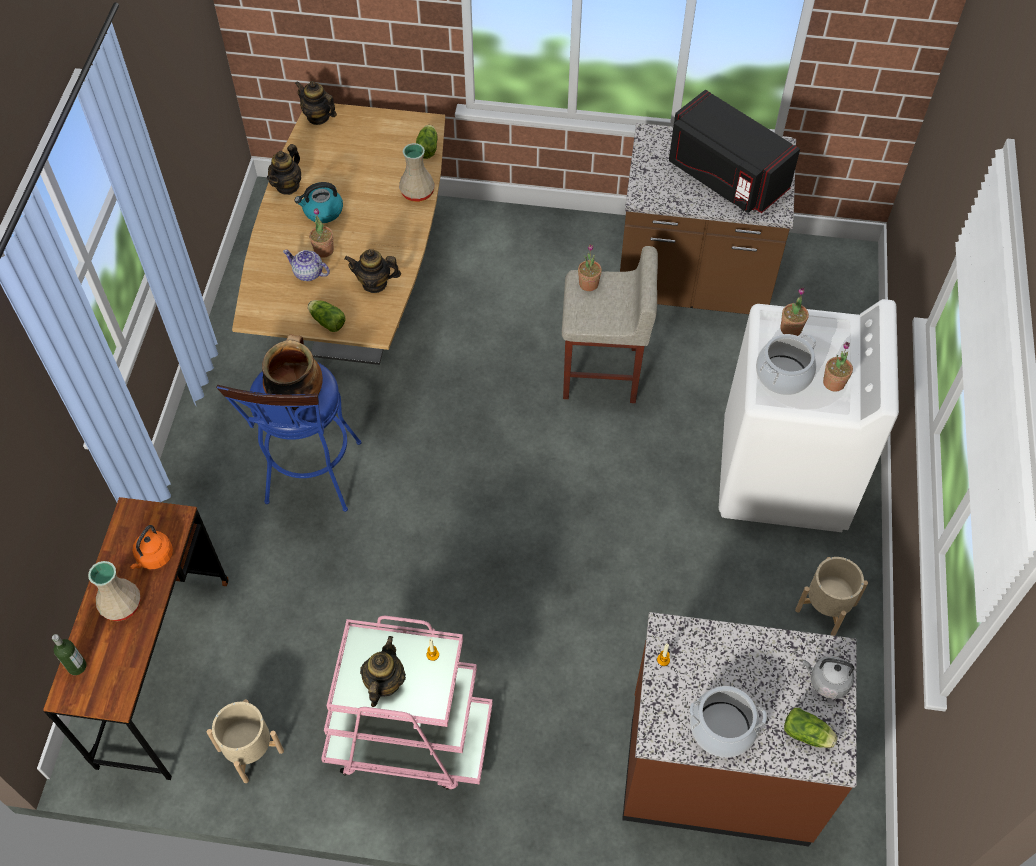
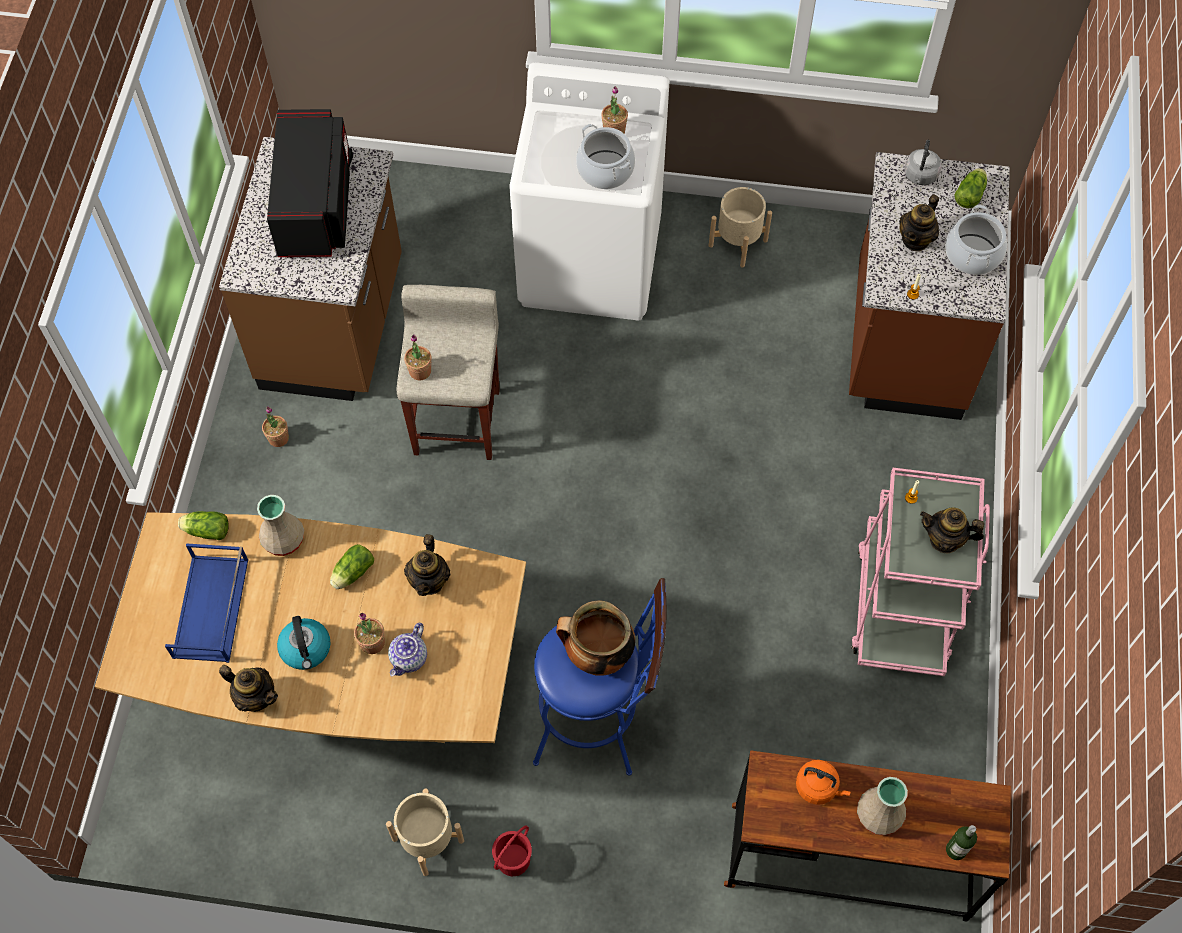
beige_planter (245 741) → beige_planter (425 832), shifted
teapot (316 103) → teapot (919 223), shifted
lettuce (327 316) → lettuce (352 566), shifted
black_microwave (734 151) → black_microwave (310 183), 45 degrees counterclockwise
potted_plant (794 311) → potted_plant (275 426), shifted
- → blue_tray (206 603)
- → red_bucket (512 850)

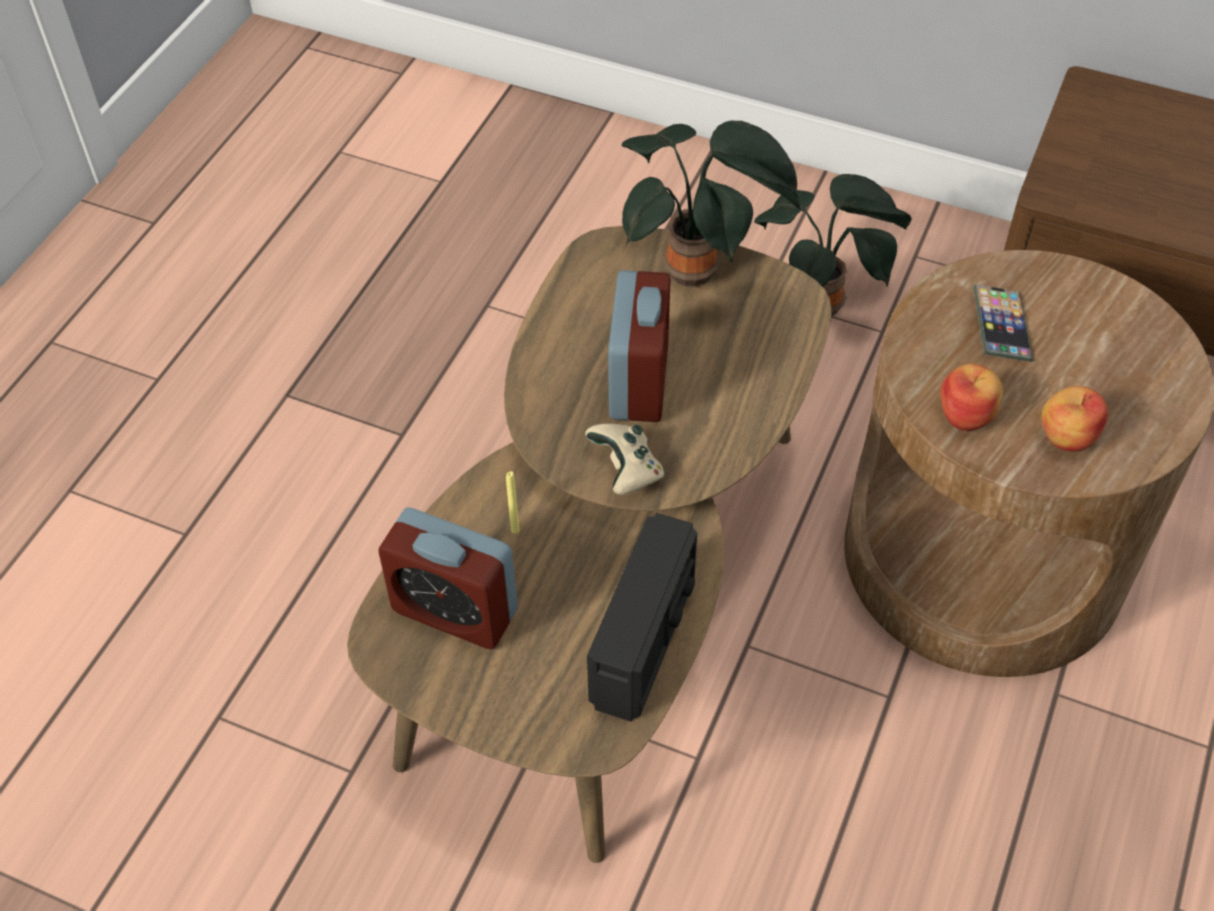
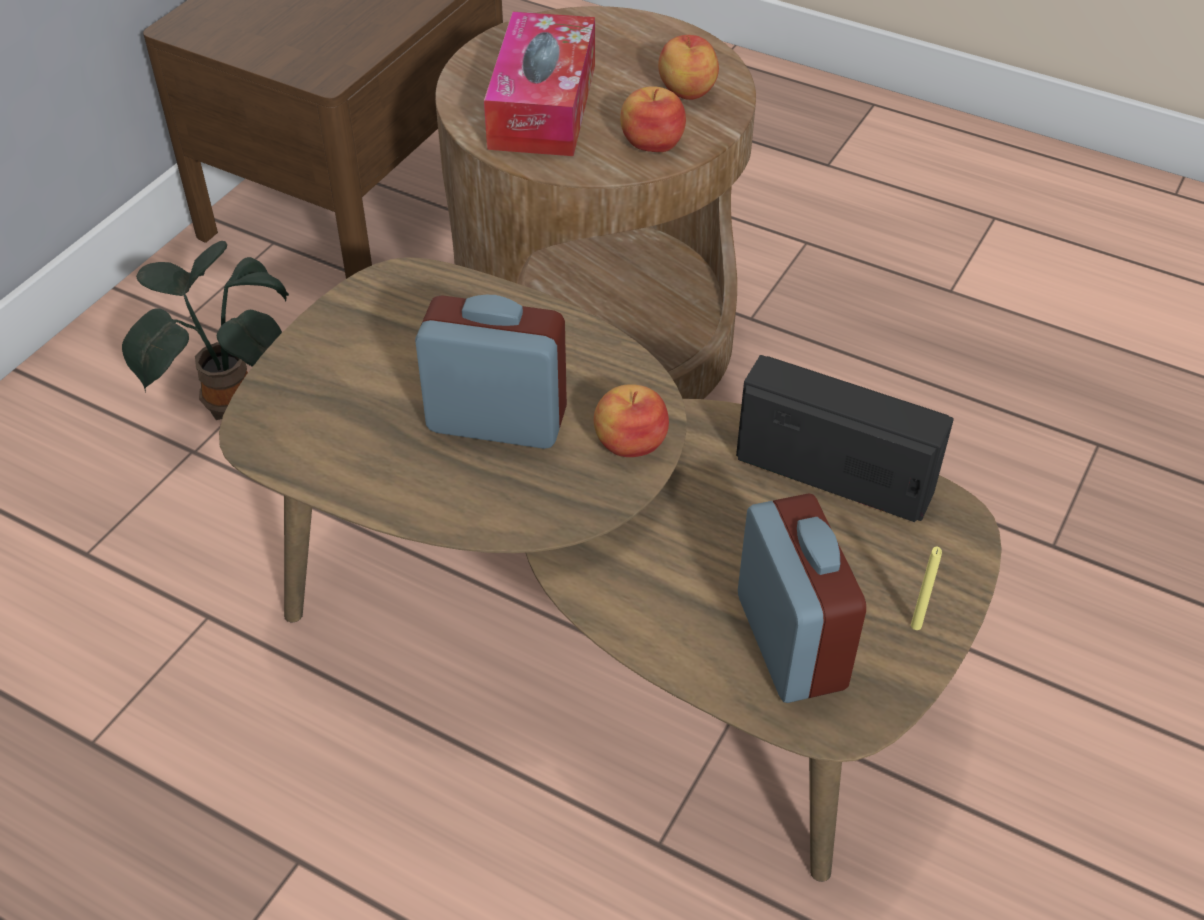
alarm_clock (448 578) → alarm_clock (802 598), 45 degrees counterclockwise
yellow_candle (513 502) → yellow_candle (926 588), shifted
beige_game_controller (624 459) → apple (631 420)
potted_plant (711 204) → -
phone (1003 323) → tissue_box (539 84)

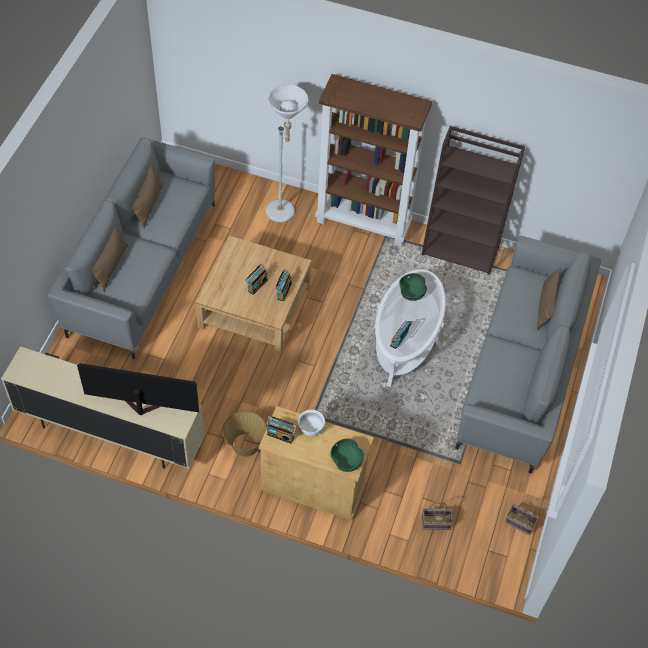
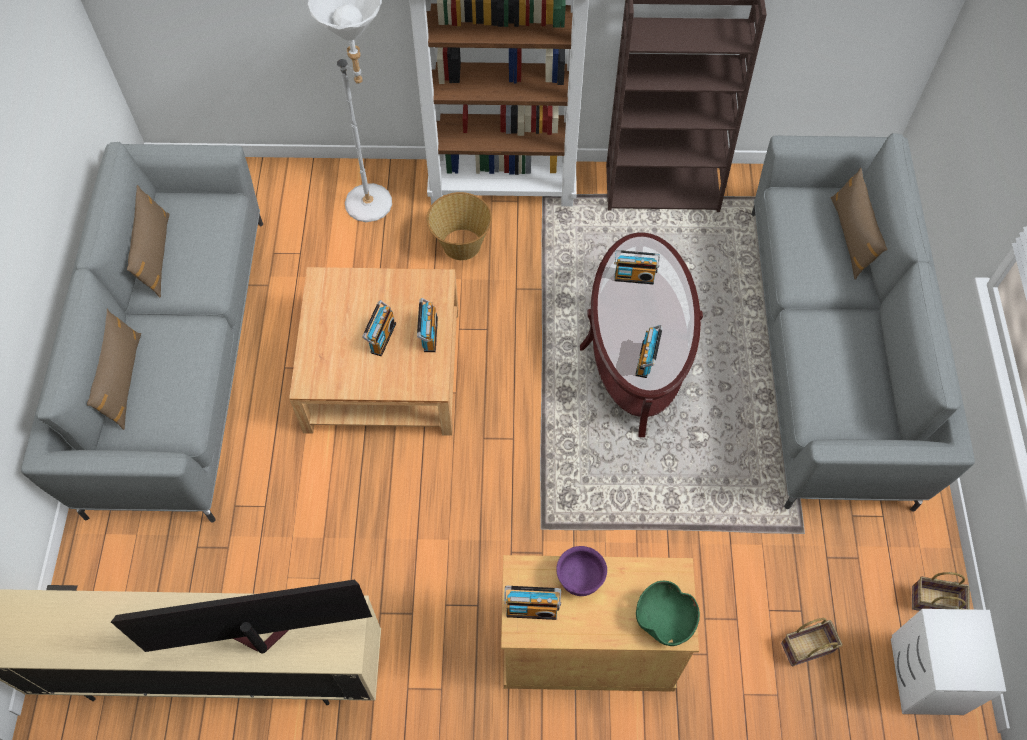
basket (244 434) → basket (459 226), shifted
white_bowl (311 423) → purple_bowl (581 571)
white_coffee_table (409 328) → brown_coffee_table (641 334)
green_bowl (413 287) → radio (637 267)
- → white_nightstand (948 662)

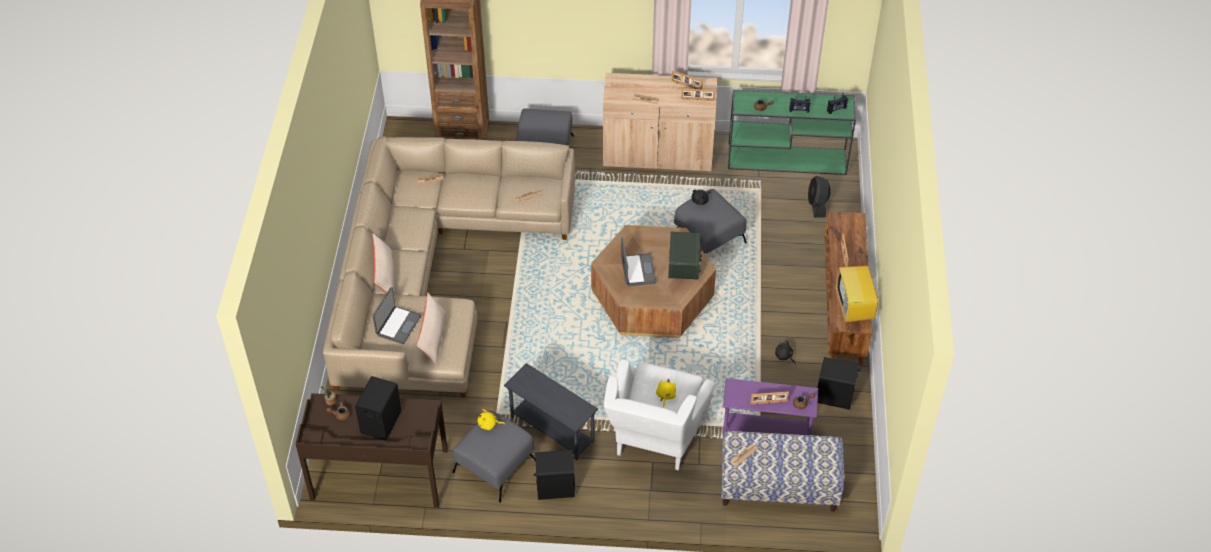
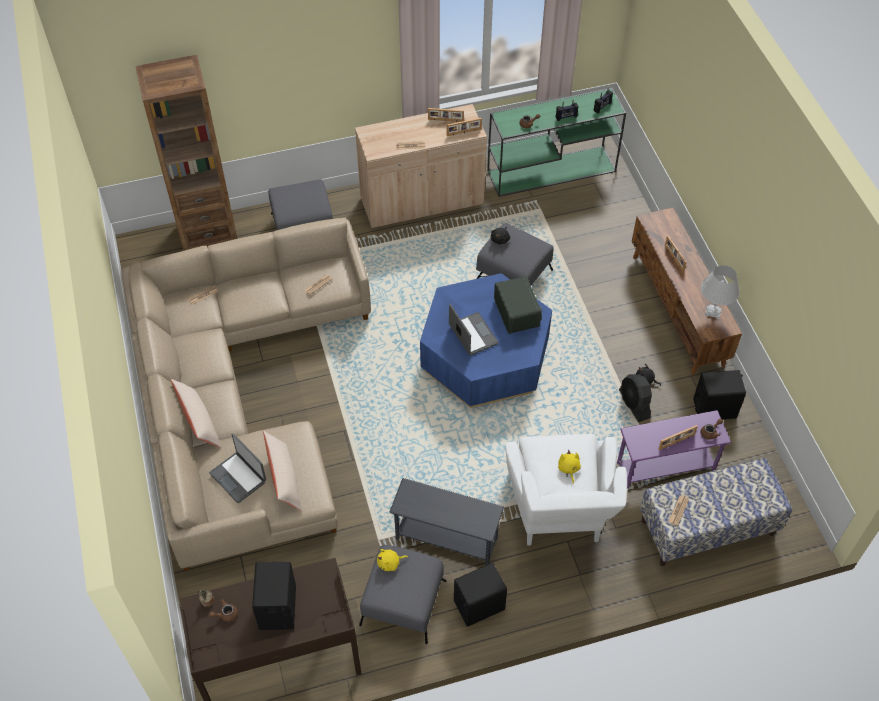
laptop (397 315) → laptop (237 468), 135 degrees clockwise
brown_coffee_table (653 281) → blue_coffee_table (486 340)
black_fan (819 197) → black_fan (635 398), shifted
television (859 294) → white_table_lamp (720 292)

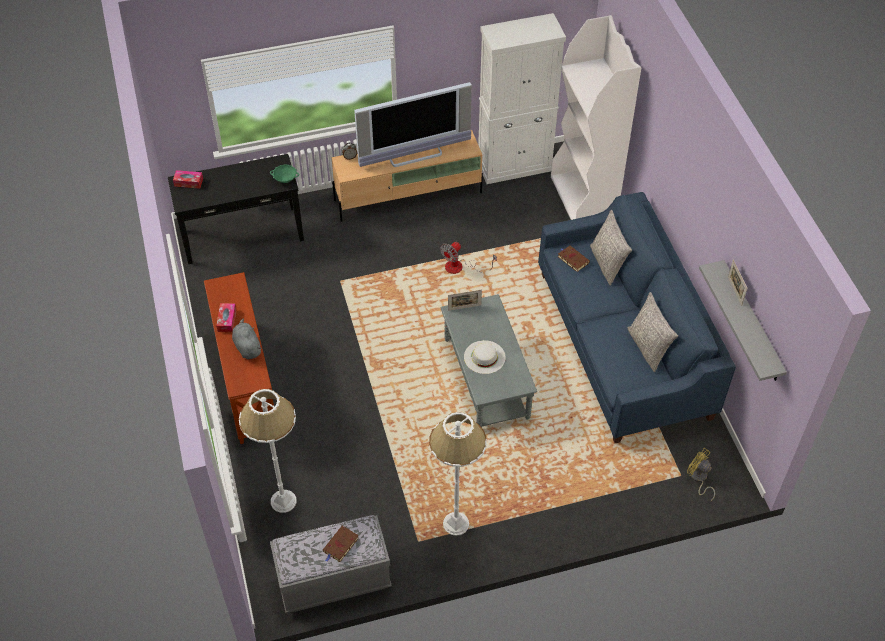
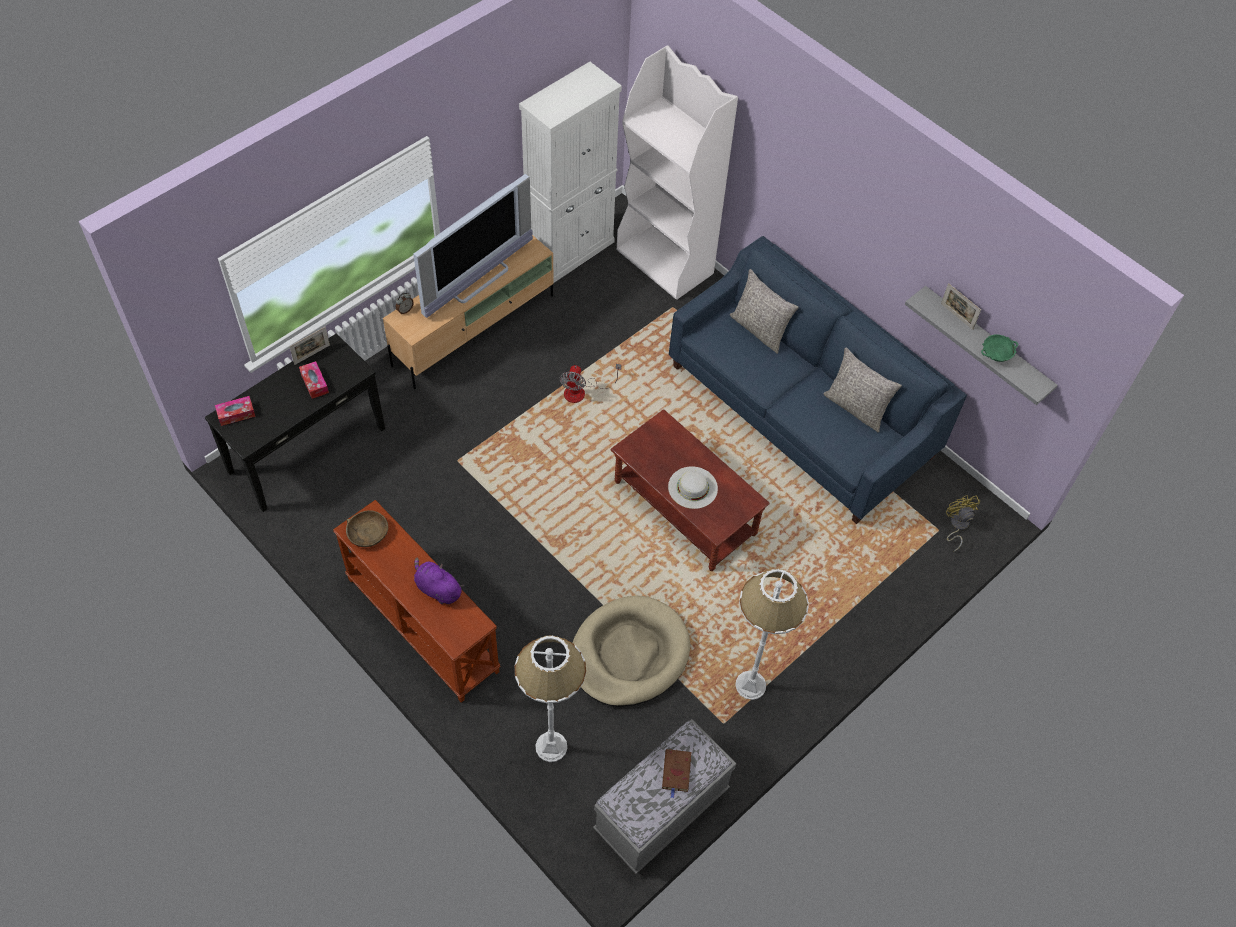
tissue_box (226 317) → tissue_box (314 380), shifted
grey_plush_toy (246 339) → purple_plush_toy (439 581)
green_bowl (284 174) → green_bowl (999 348), shifted
grey_coffee_table (489 361) → brown_coffee_table (690 490)
picture_frame (465 300) → picture_frame (309 346), shifted
brown_book (574 259) → -
yellow_fan (701 474) → yellow_fan (963 523), 60 degrees clockwise
- → brown_bowl (367 528)
- → beige_dog_bed (631 651)

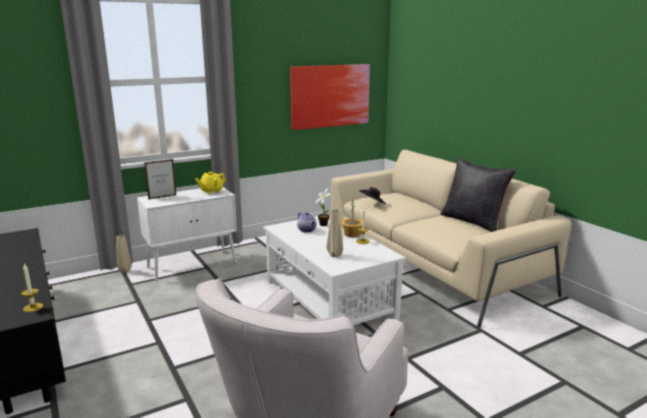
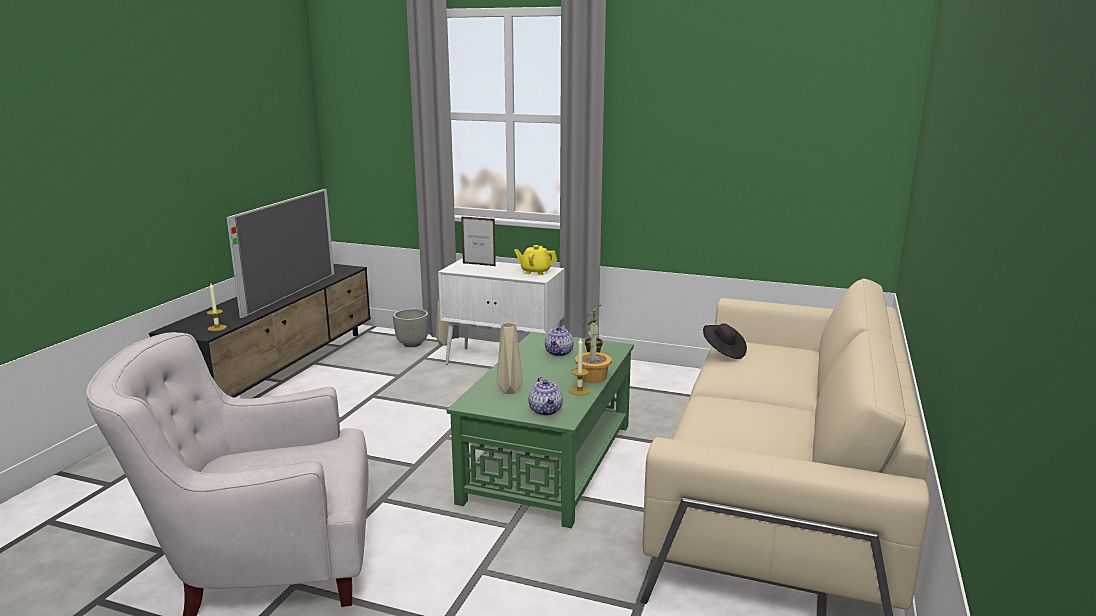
white_coffee_table (335 270) → green_coffee_table (540 430)
picture (330 97) → -
black_pillow (478 195) → -
- → television (280 253)
- → grey_planter (411 328)
- → teapot (545 396)

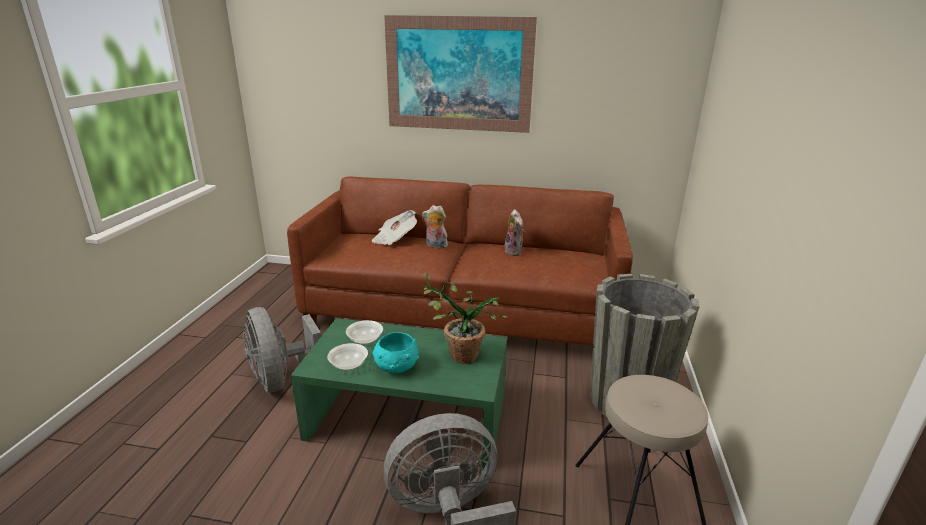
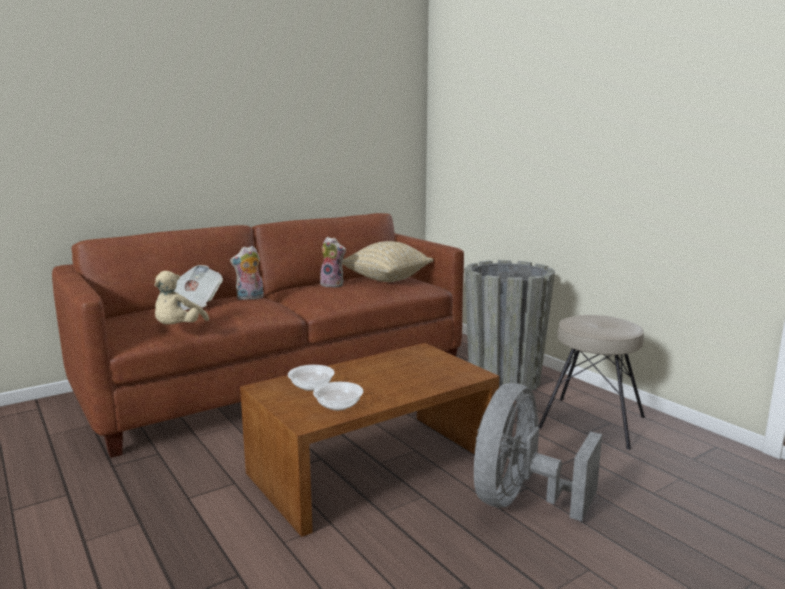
grey_fan (282 349) → -
green_coffee_table (399 393) → brown_coffee_table (370 440)
turquoise_bowl (396 353) → -
picture (460 74) → -
potted_plant (465 318) → -
- → beige_plush_toy (181 298)
- → beige_pillow (387 261)

